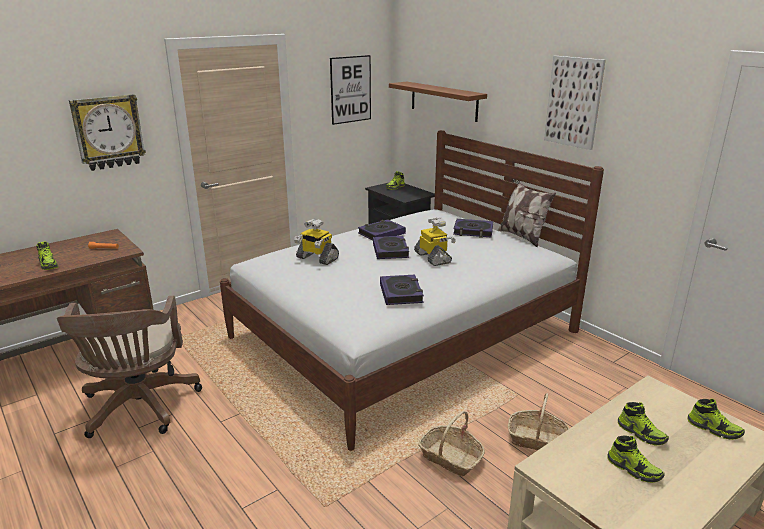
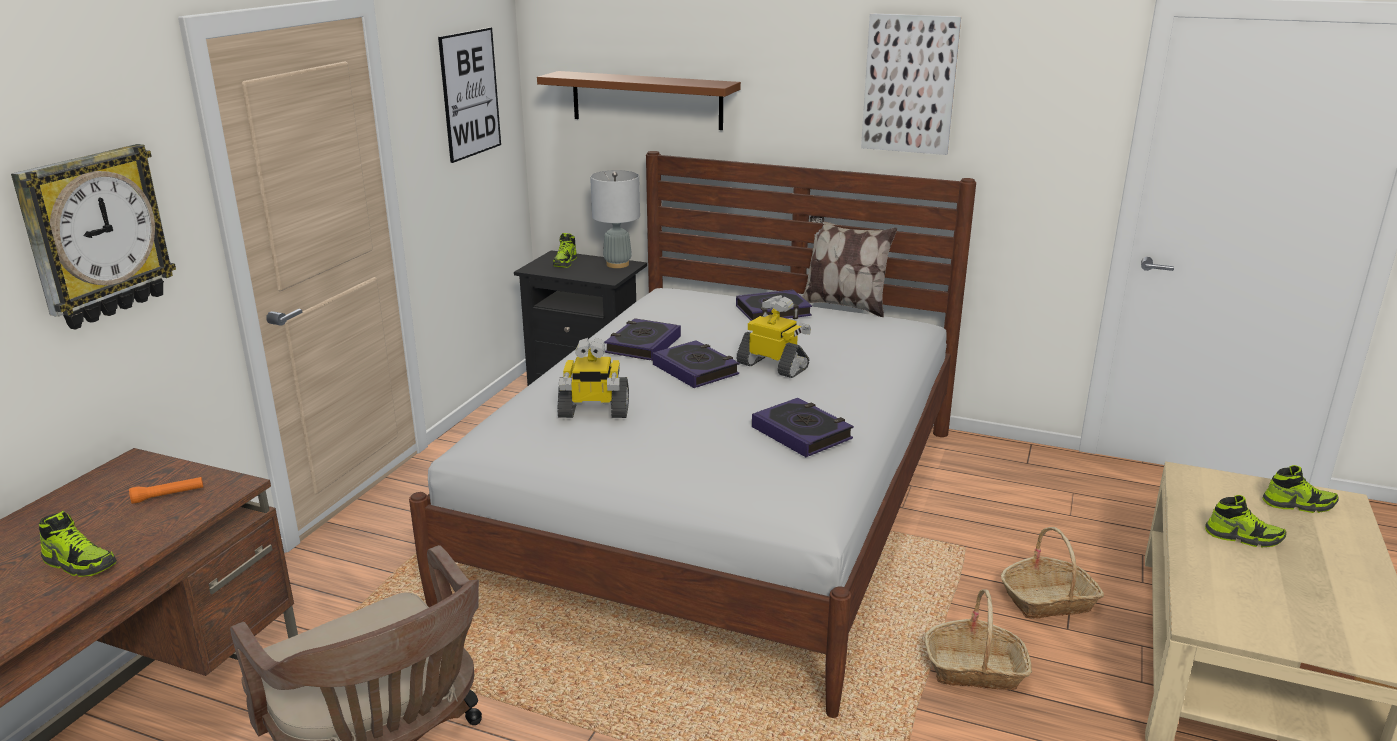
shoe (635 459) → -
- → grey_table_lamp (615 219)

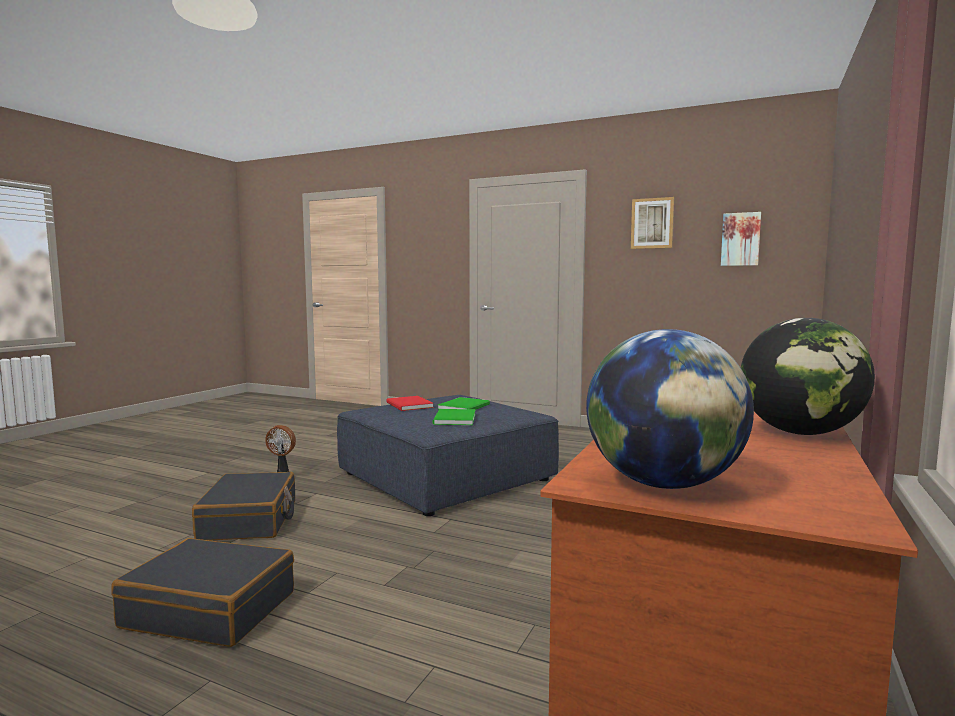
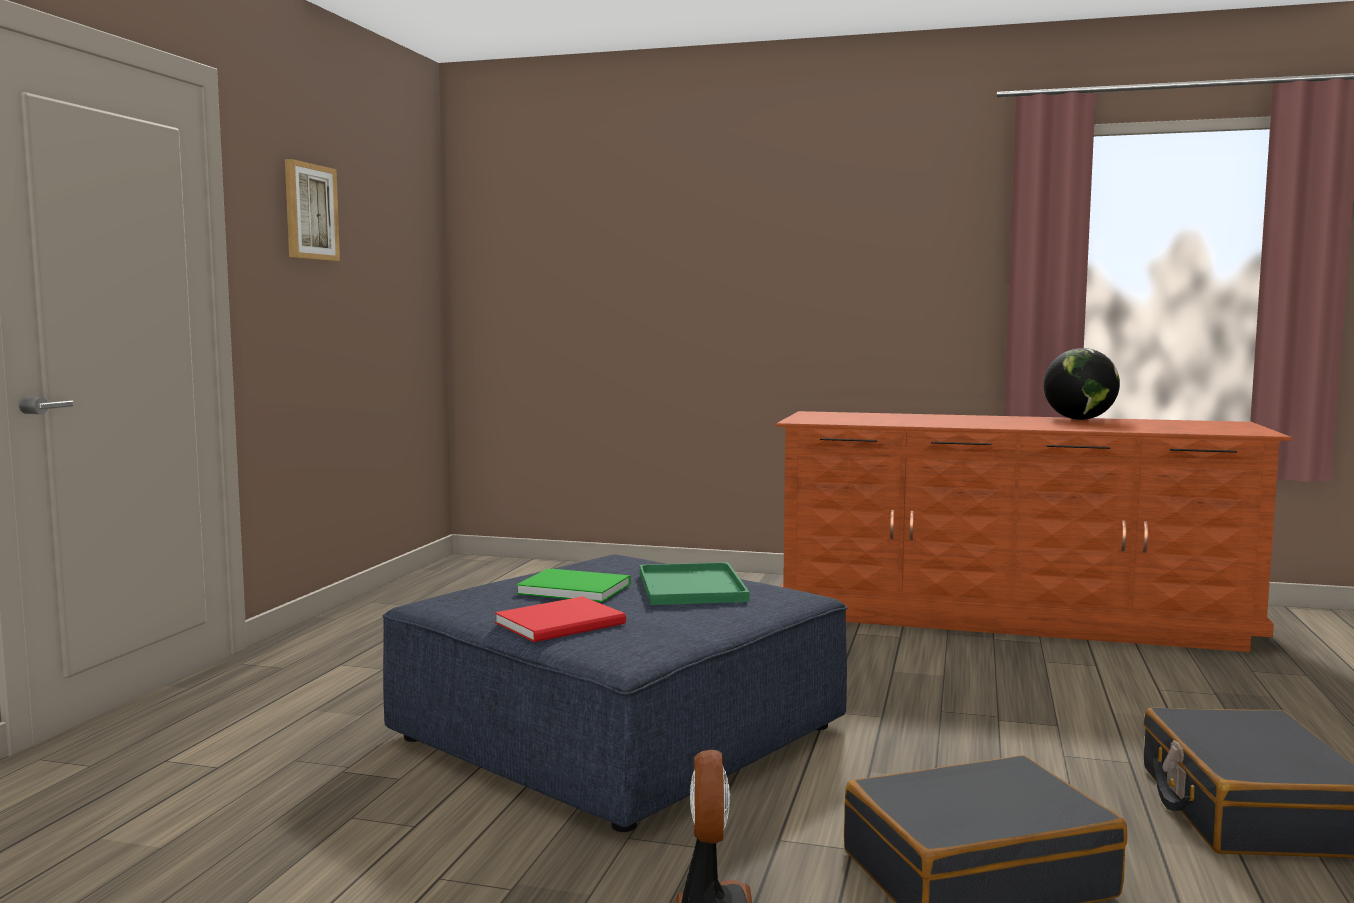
green_book (454 417) → green_tray (695 583)
globe (670 409) → -
picture (741 239) → -

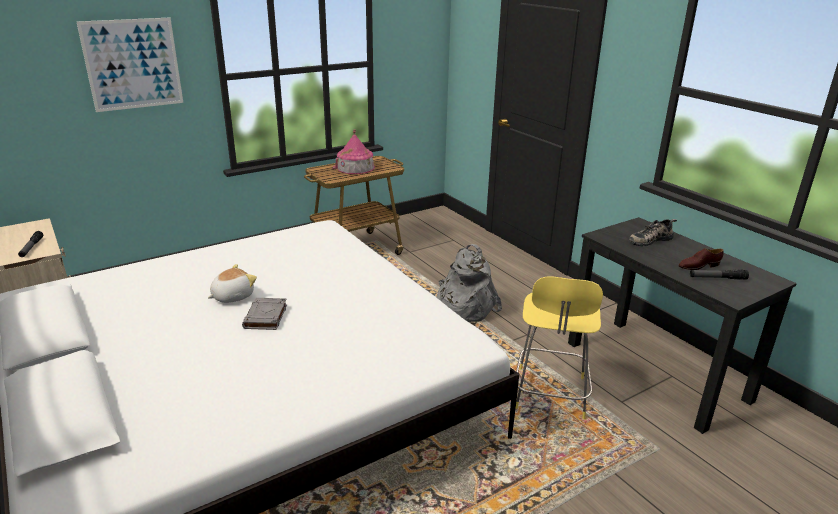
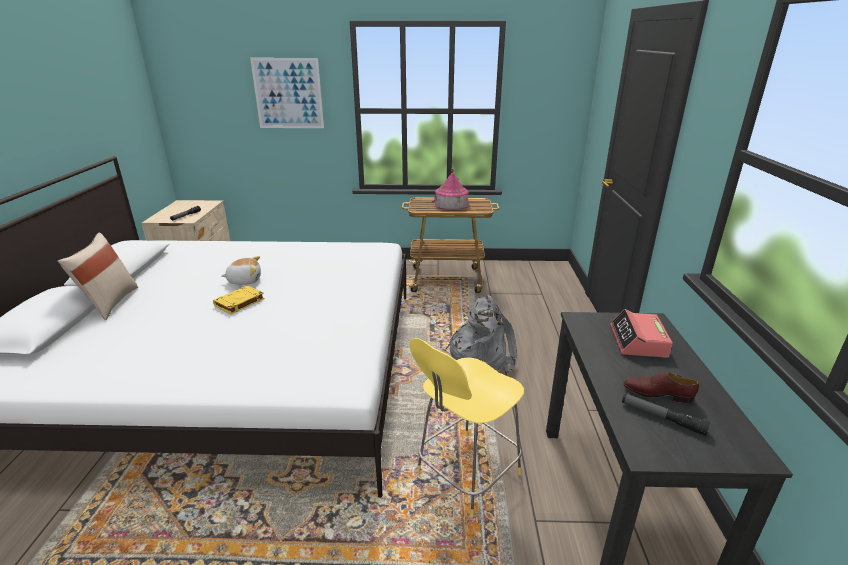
grey_book (264 314) → yellow_book (239 299)
shoe (653 232) → alarm_clock (641 333)
- → beige_pillow (98 276)

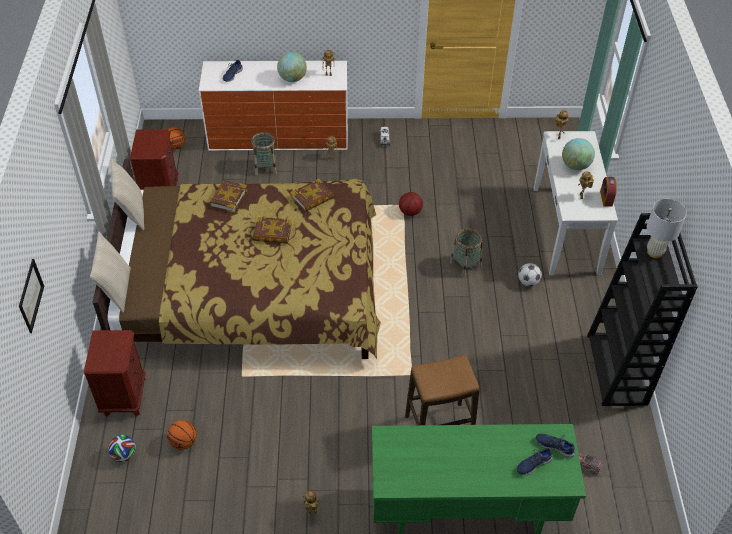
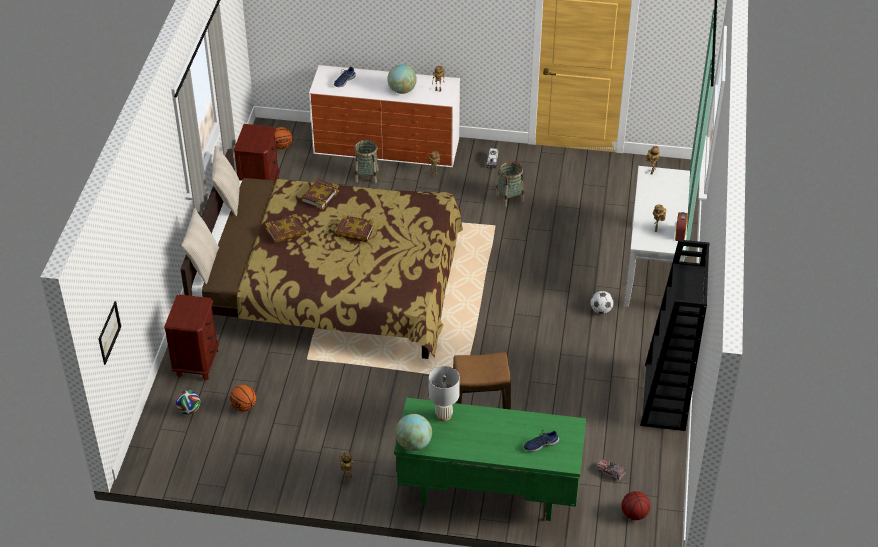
picture (31 296) → picture (110 333), shifted
book (312 195) → book (285 229), shifted
basketball (411 204) → basketball (635 505), shifted
basket (466 252) → basket (510 184), shifted
blue_shoe (555 446) → -
globe (578 154) → globe (413 432), shifted
white_table_lamp (666 228) → white_table_lamp (444 393), shifted

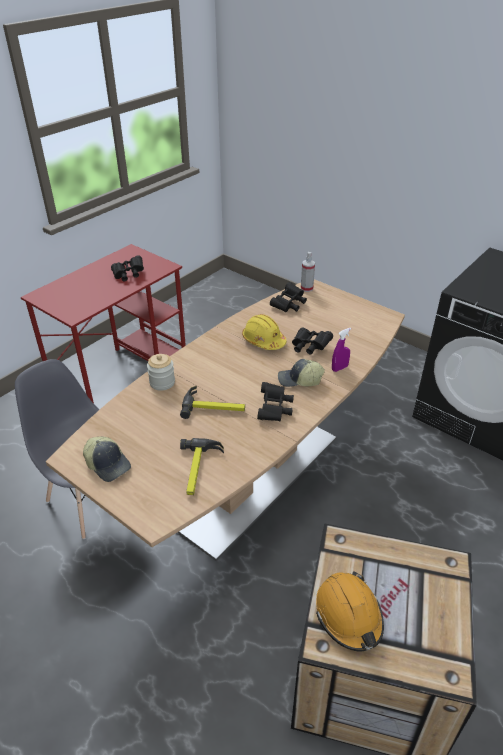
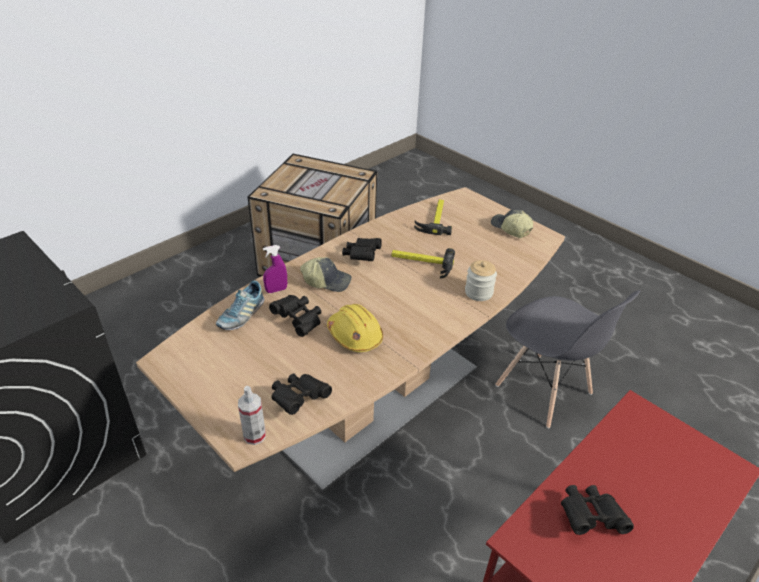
orange_hard_hat (350 611) → -
- → shoe (240 305)

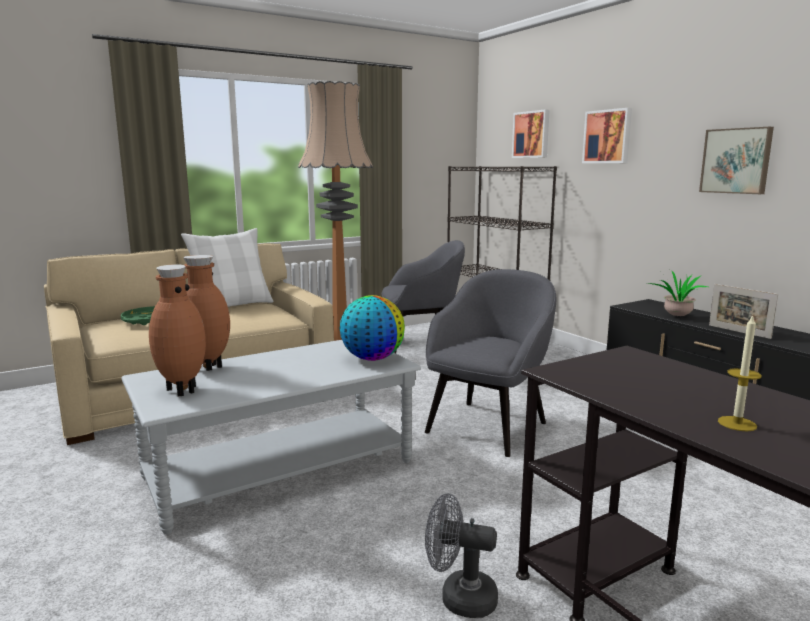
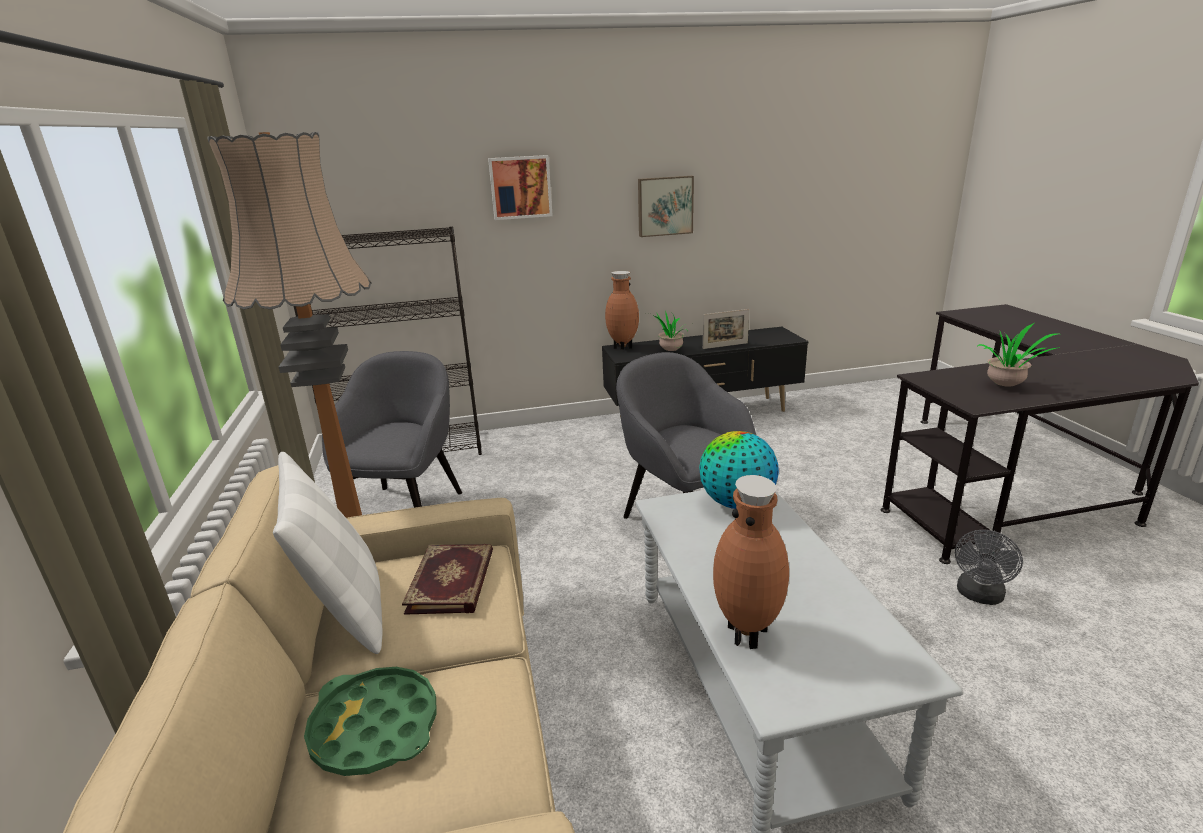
brown_vase (177 330) → brown_vase (622 310), shifted
picture (531 133) → -
candle (740 373) → -
- → book (447 579)
- → potted_plant (1018 355)

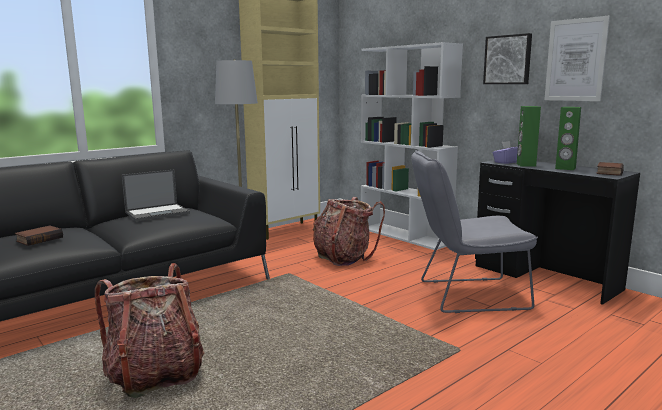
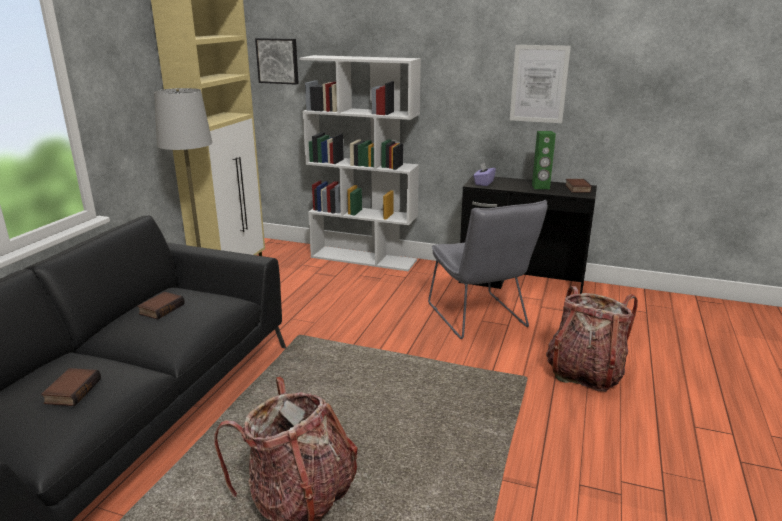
laptop (156 195) → book (161 305)
backpack (349 231) → backpack (592 339), shifted
grey_chair (474 231) → grey_chair (488 269), 75 degrees counterclockwise
picture (507 58) → picture (277 61), shifted
green_speaker (529 136) → -

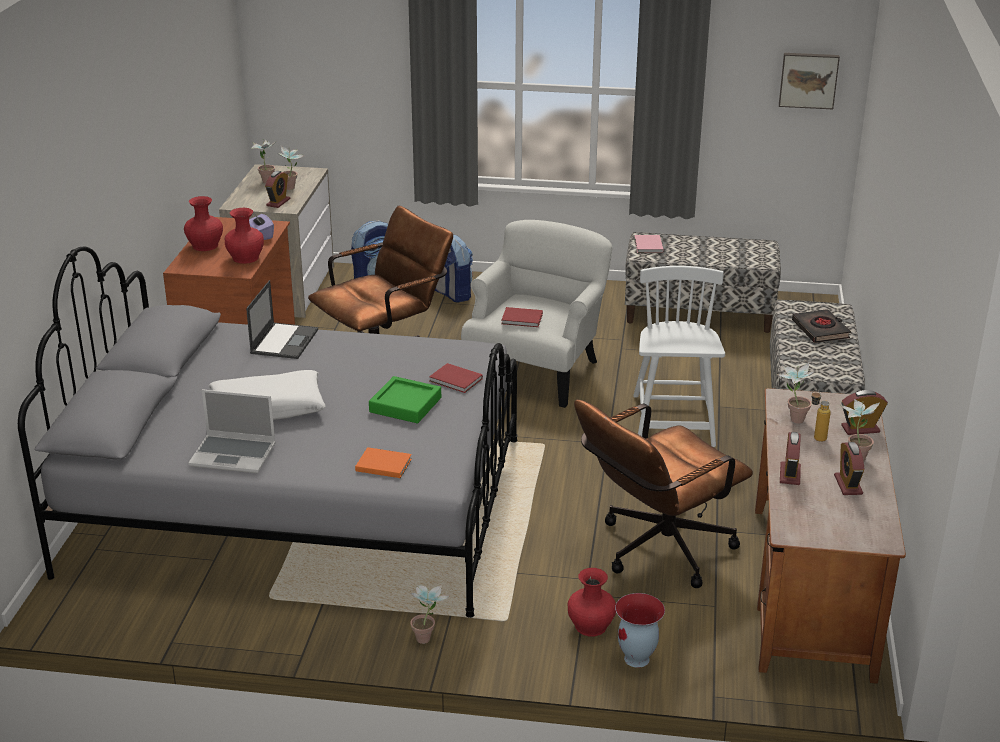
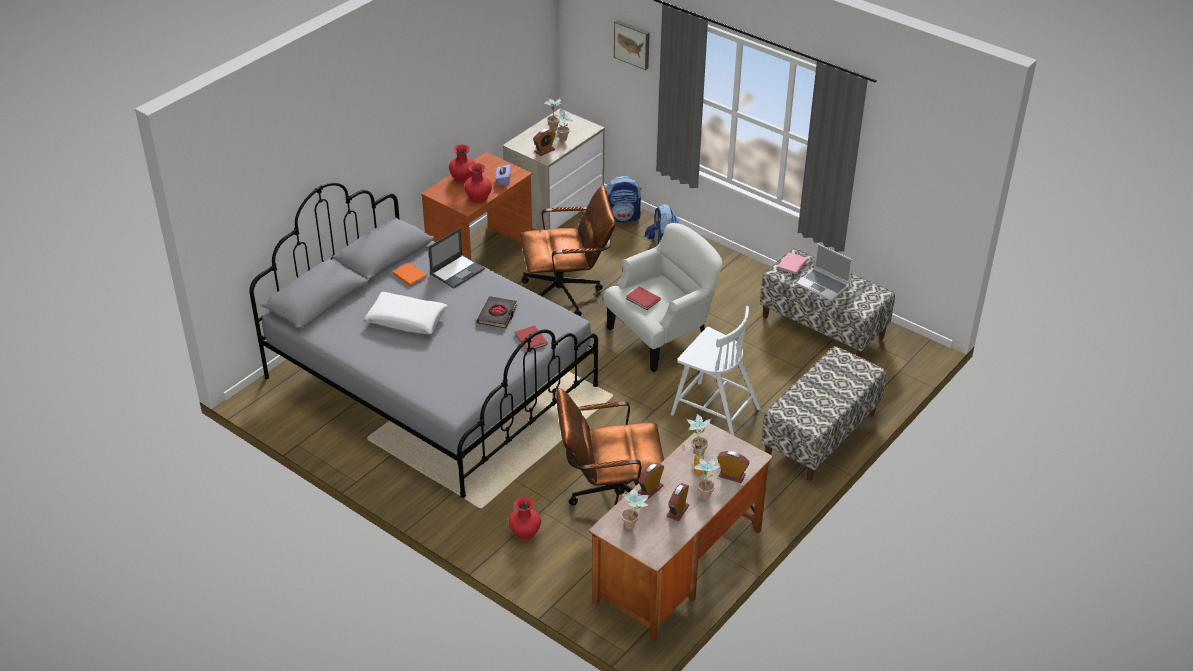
laptop (232 431) → laptop (824 272), shifted
orange_book (383 462) → orange_book (409 275), shifted
green_tray (405 399) → -
potted_plant (430 614) → potted_plant (635 509), shifted
vase (640 630) → -
white_chair (679 356) → white_chair (716 371), 90 degrees clockwise
picture (809 81) → picture (632 45), shifted
black_book (821 326) → black_book (497 312), shifted

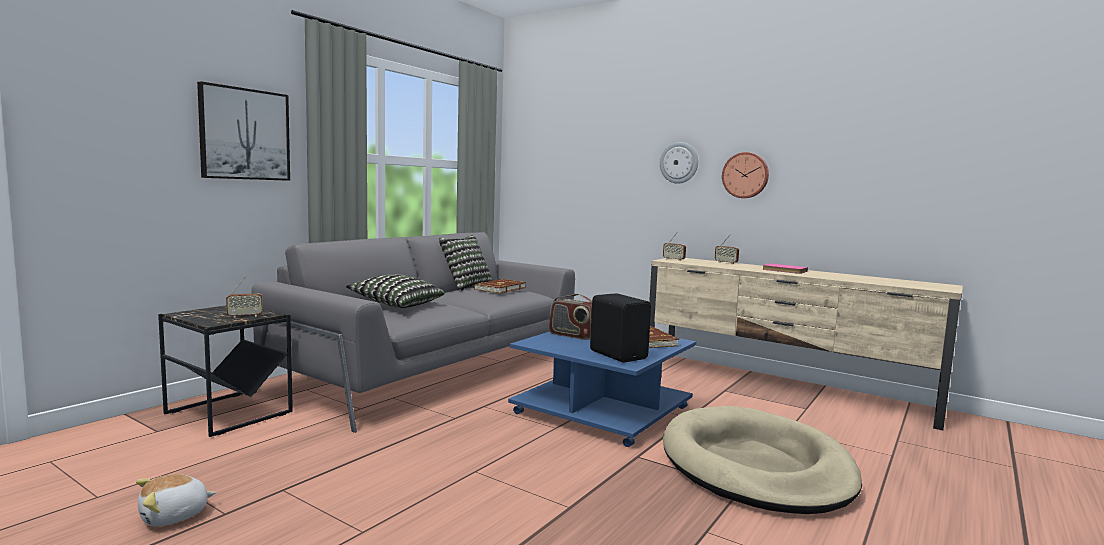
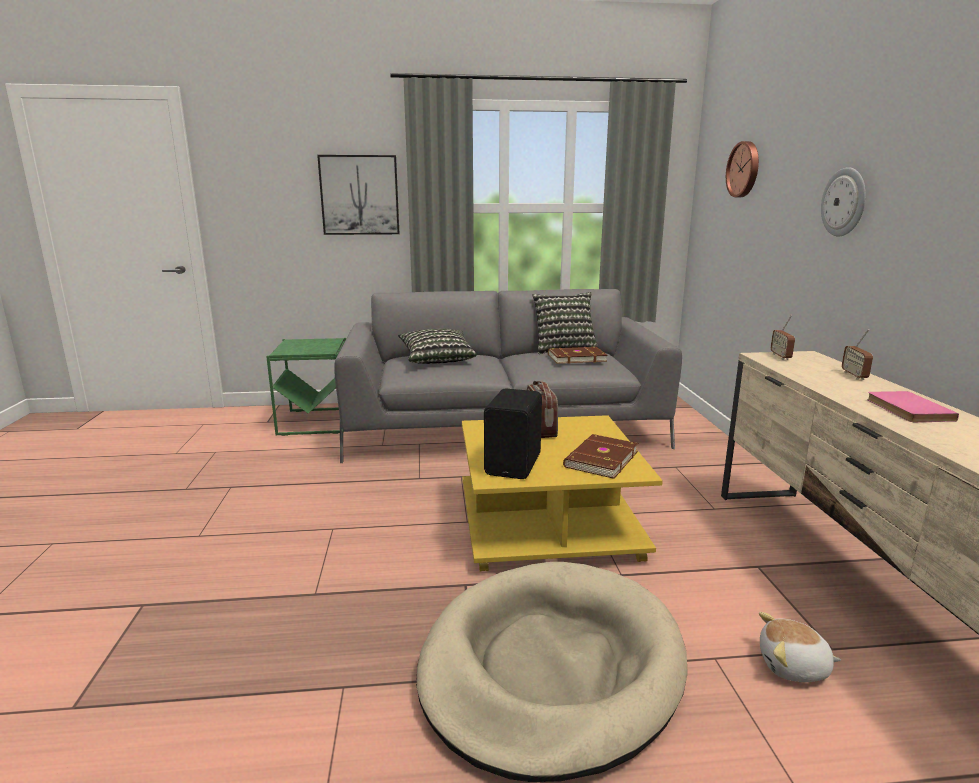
plush_toy (176 500) → plush_toy (800 647), shifted
black_side_table (225 371) → green_side_table (306 387)
radio (244 297) → -
blue_coffee_table (602 389) → yellow_coffee_table (562 493)
wall_clock (745 175) → wall_clock (742 169), shifted

